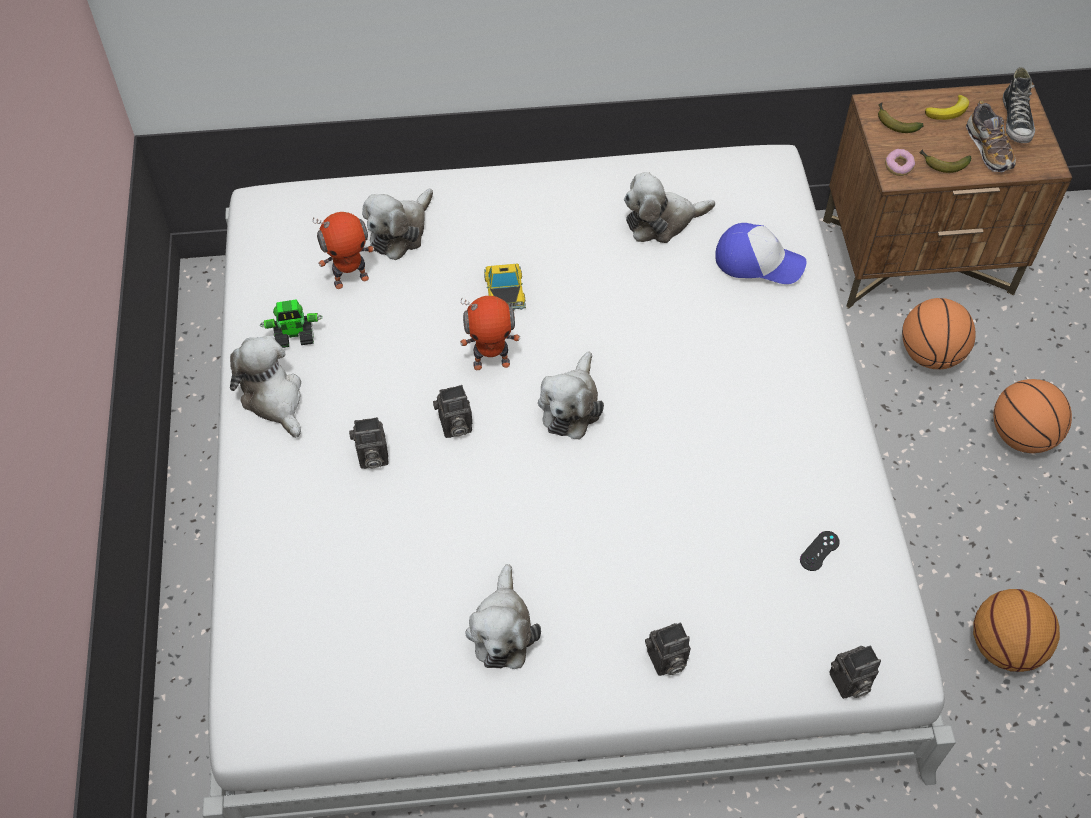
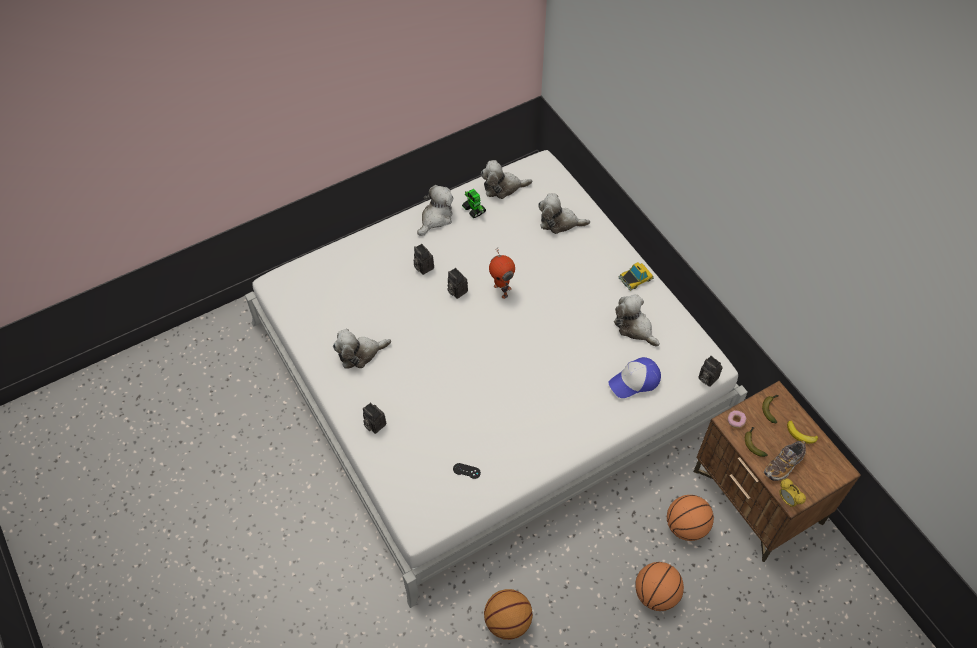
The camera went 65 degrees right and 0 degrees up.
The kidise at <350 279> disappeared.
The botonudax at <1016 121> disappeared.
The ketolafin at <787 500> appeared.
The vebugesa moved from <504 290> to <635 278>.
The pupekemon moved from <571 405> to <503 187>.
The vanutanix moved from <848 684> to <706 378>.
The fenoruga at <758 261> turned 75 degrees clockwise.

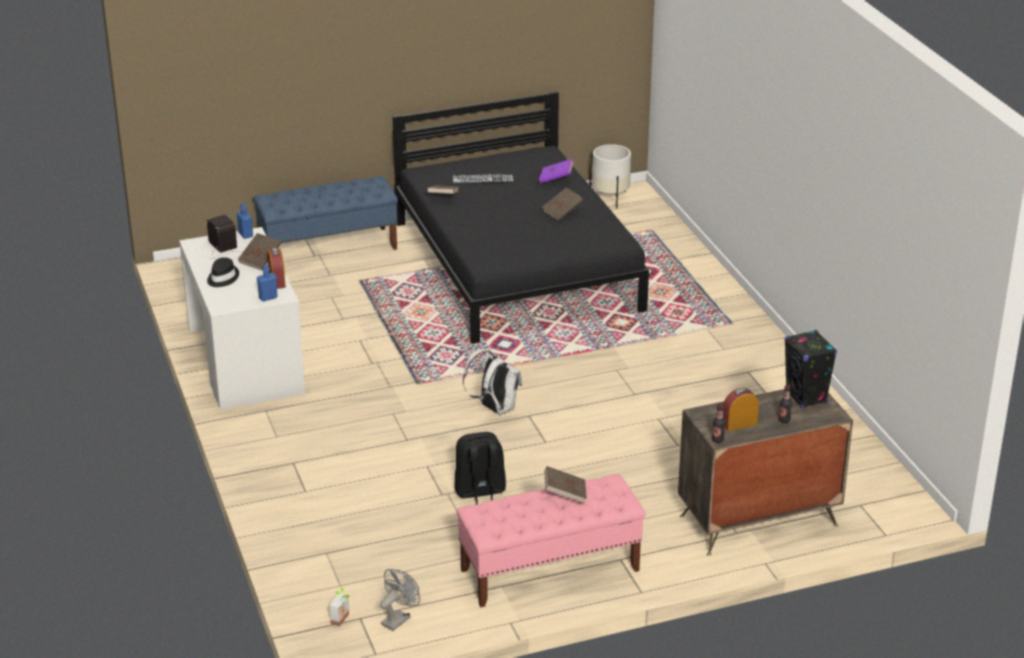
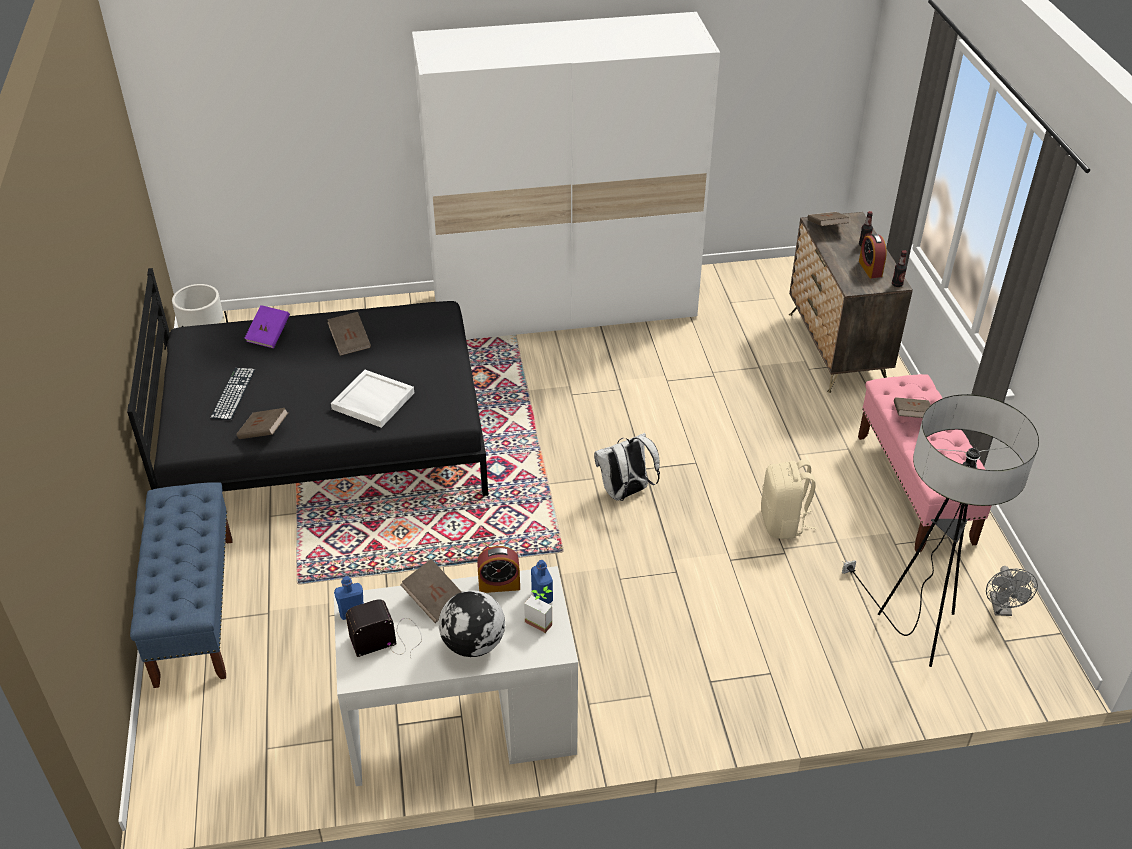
The camera went 80 degrees left and 10 degrees up.
The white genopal at <372 401> appeared.
The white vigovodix at <564 306> appeared.
The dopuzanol at <915 632> appeared.
The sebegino moved from <343 620> to <541 620>.
The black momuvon at <222 278> was replaced by the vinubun at <473 644>.
The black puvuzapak at <806 397> was replaced by the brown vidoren at <826 227>.
The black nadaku at <480 492> became the beige nadaku at <783 523>.
The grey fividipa at <398 618> turned 135 degrees counterclockwise.

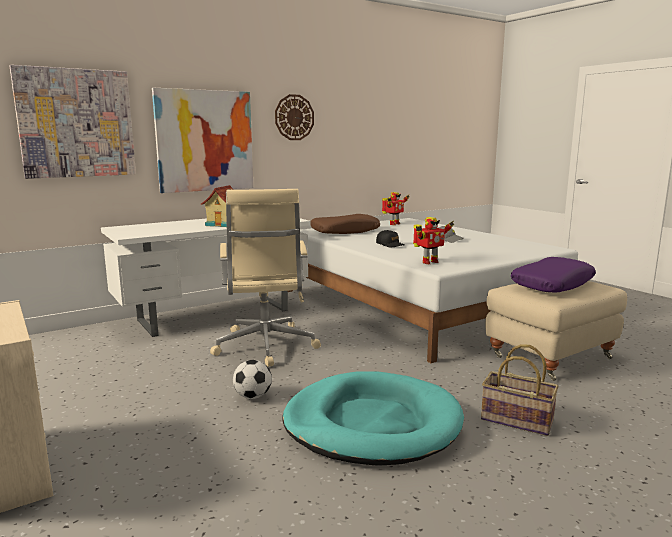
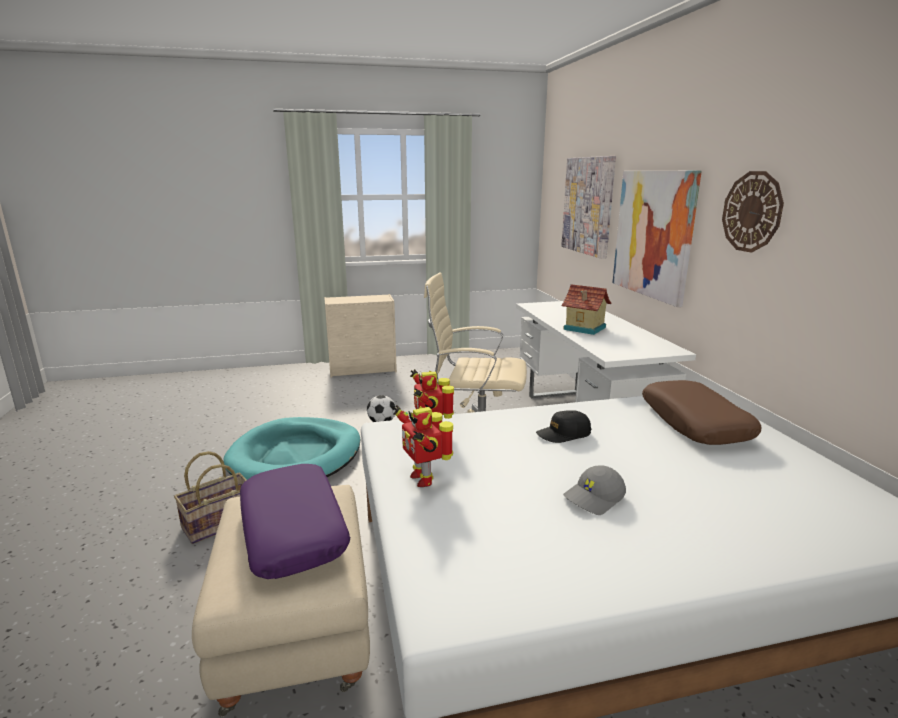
The camera went 110 degrees right and 5 degrees up.
The kidise moved from <393 224> to <423 478>.

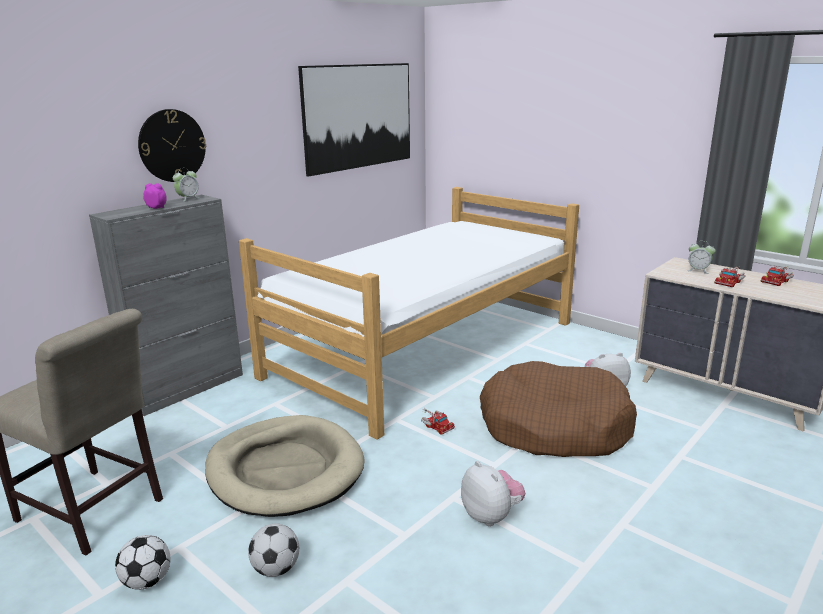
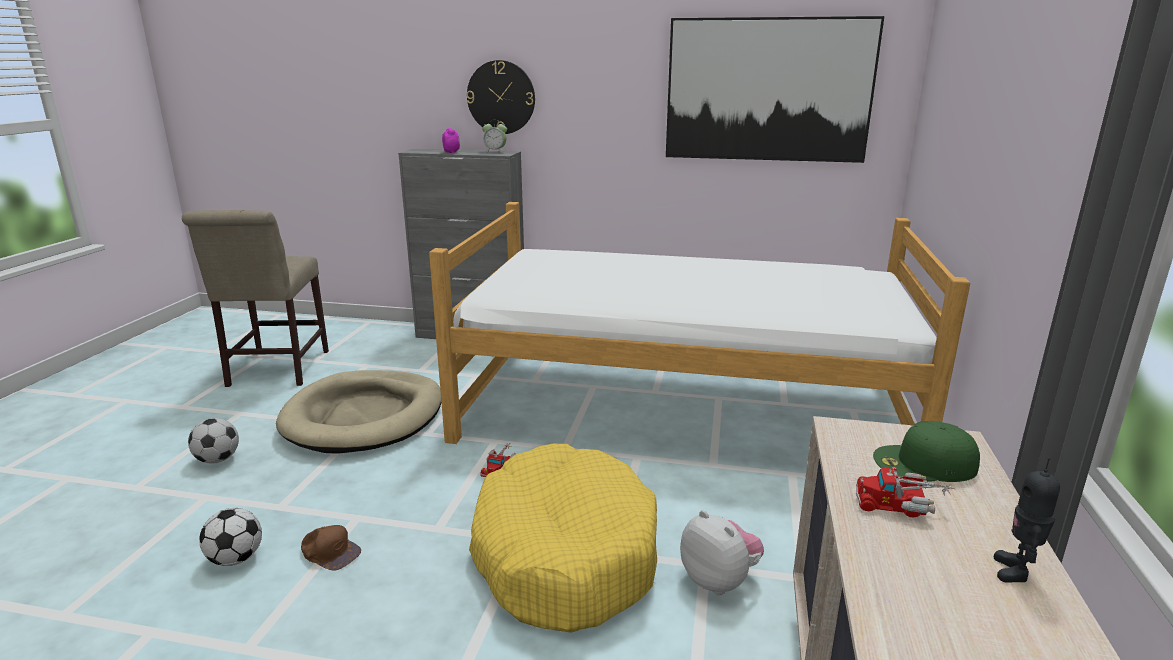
The camera went 60 degrees right and 0 degrees up.
The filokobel moved from <147 581> to <236 559>.
The pupekemon at <491 516> was replaced by the brown fenoruga at <330 552>.
The ketolafin at <698 270> was replaced by the green fenoruga at <924 464>.
The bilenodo at <776 280> was replaced by the kidise at <1016 571>.
The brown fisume at <554 426> became the yellow fisume at <564 554>.

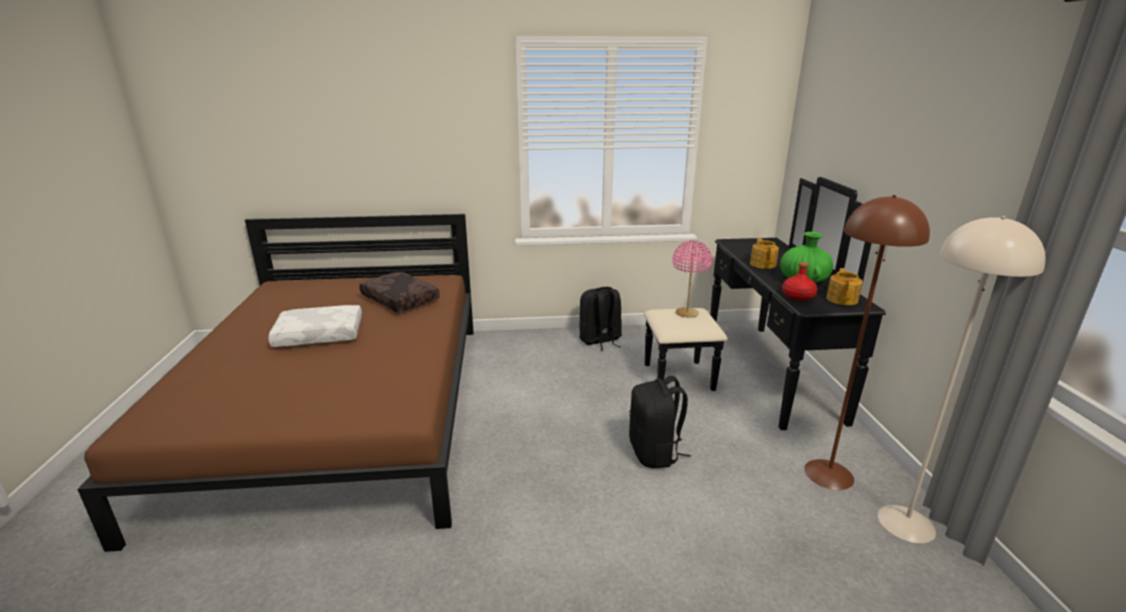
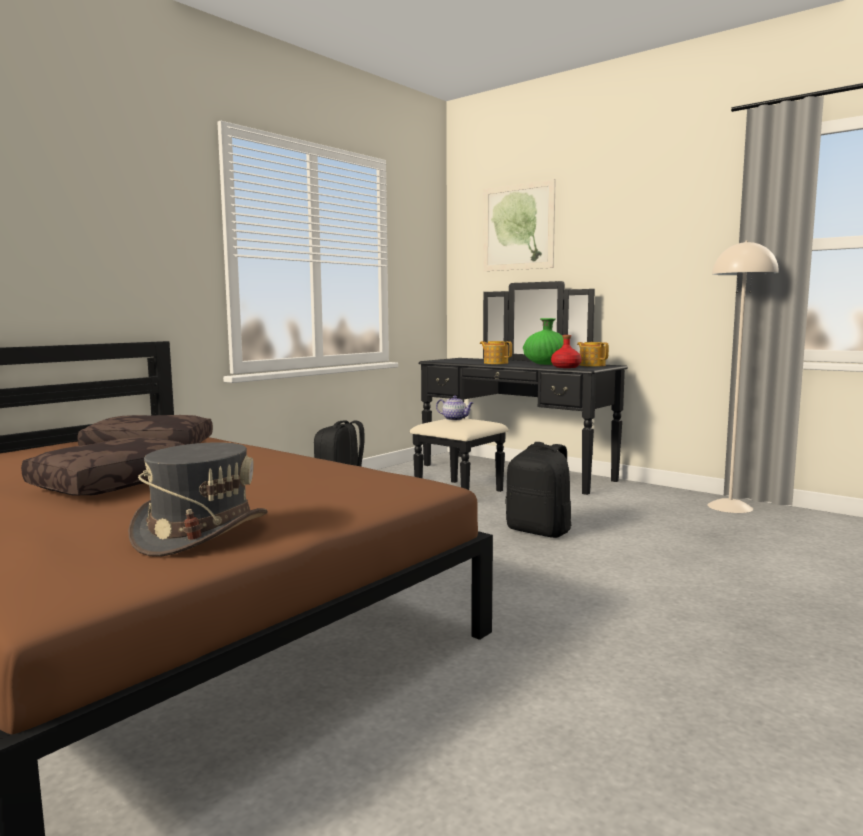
The camera went 45 degrees left and 15 degrees down.
The brown dopuzanol at <828 473> disappeared.
The grey momuvon at <201 533> appeared.
The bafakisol at <518 227> appeared.
The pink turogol at <687 313> was replaced by the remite at <455 419>.
The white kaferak at <320 334> became the brown kaferak at <115 482>.

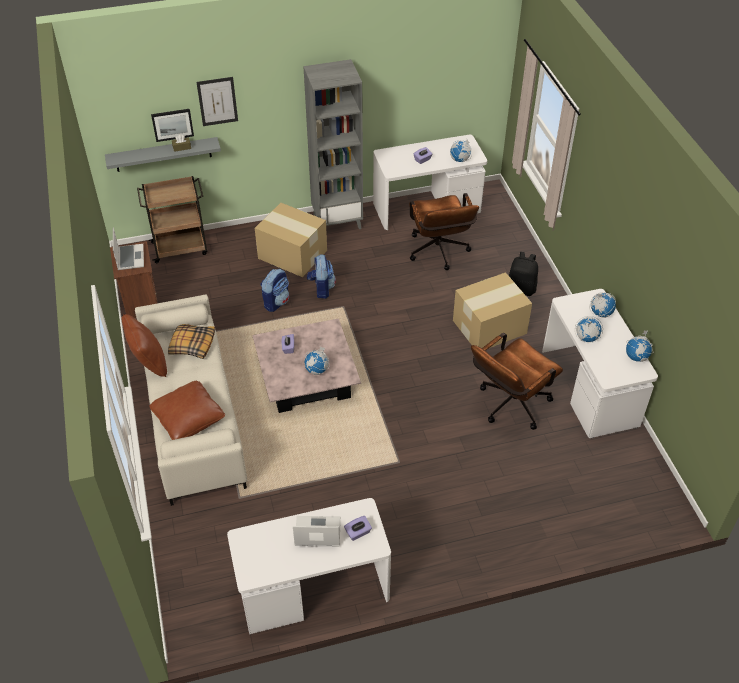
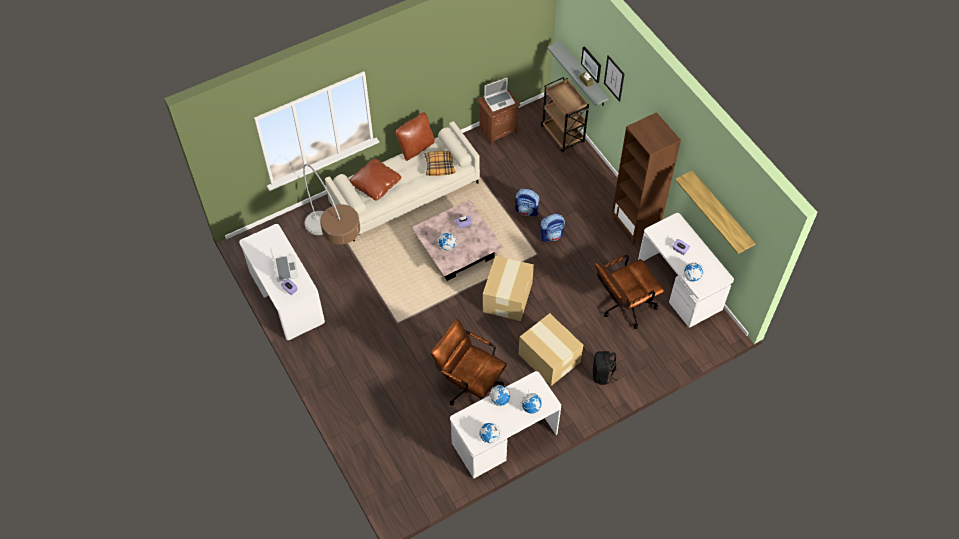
The camera went 75 degrees right and 10 degrees up.
The dopuzanol at <336 251> appeared.
The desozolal at <721 212> appeared.
The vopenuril moved from <292 254> to <508 296>.
The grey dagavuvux at <337 221> became the brown dagavuvux at <635 226>.

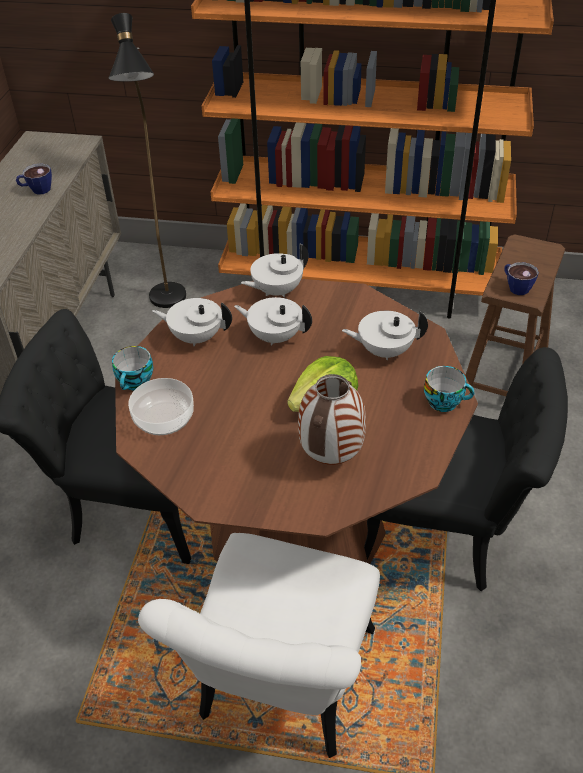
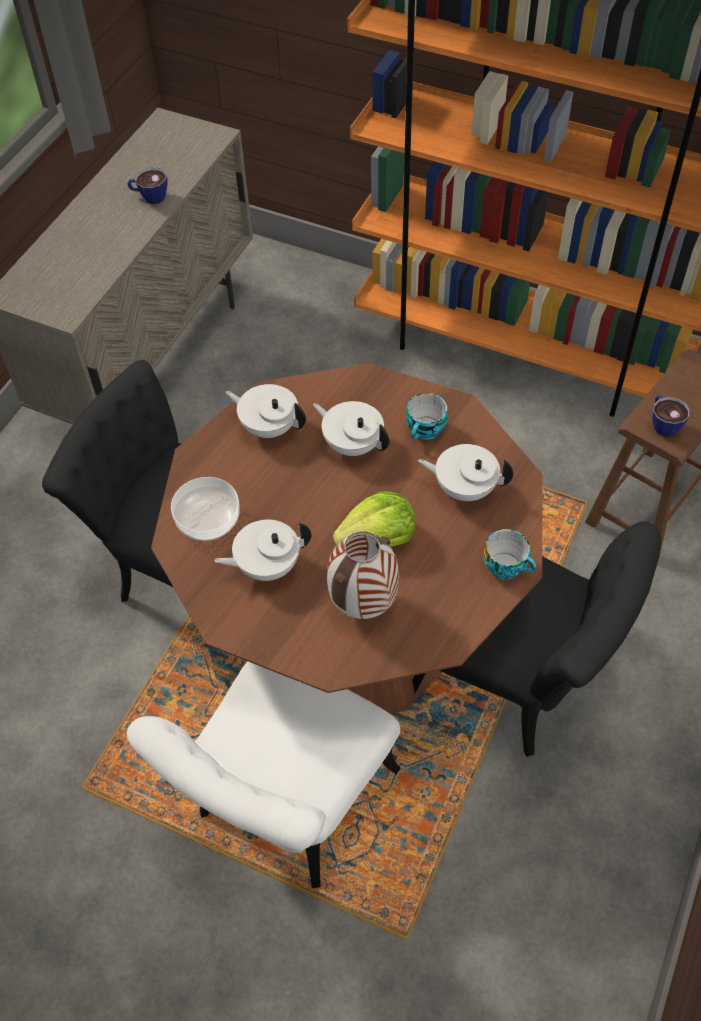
The camera went 15 degrees right and 10 degrees up.
The black dopuzanol at <169 305> disappeared.
The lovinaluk moved from <136 382> to <426 431>.
The white remite moved from <276 291> to <267 566>.

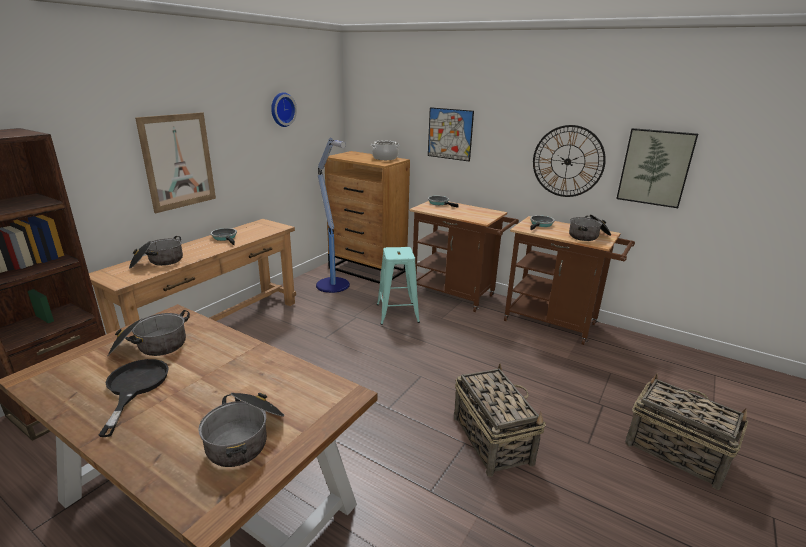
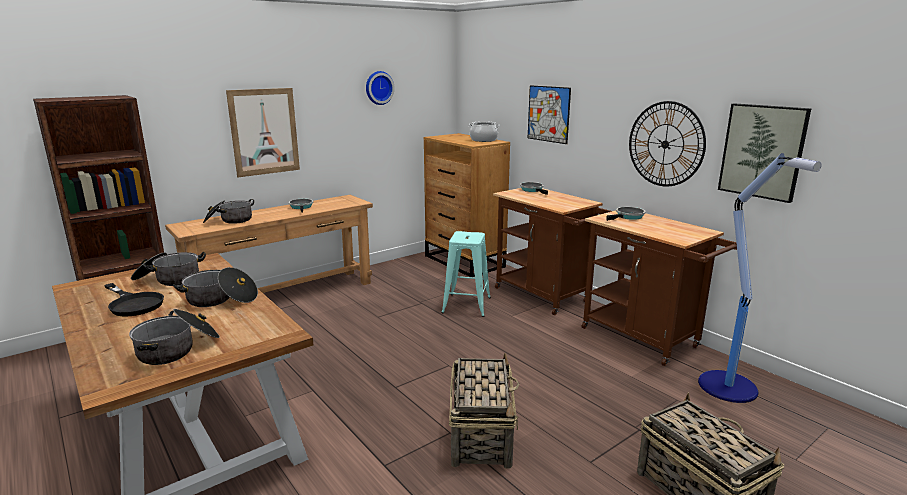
The camera went 20 degrees right and 5 degrees down.
The dopuzanol moved from <333 285> to <729 388>.
The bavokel moved from <588 236> to <220 299>.
The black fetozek at <134 387> turned 120 degrees clockwise.

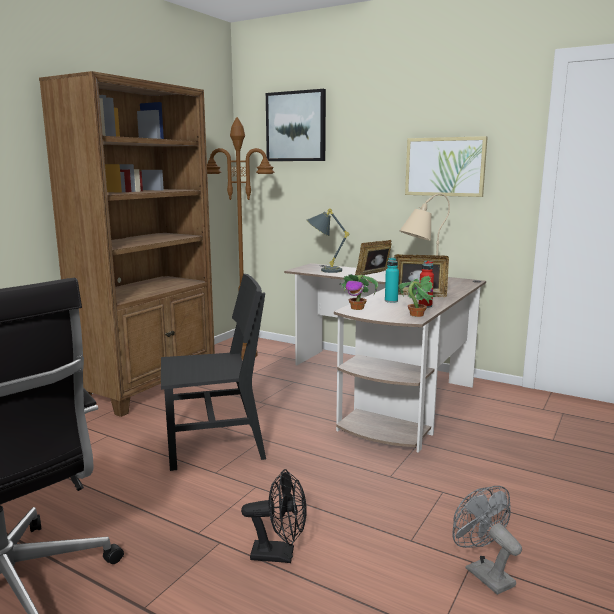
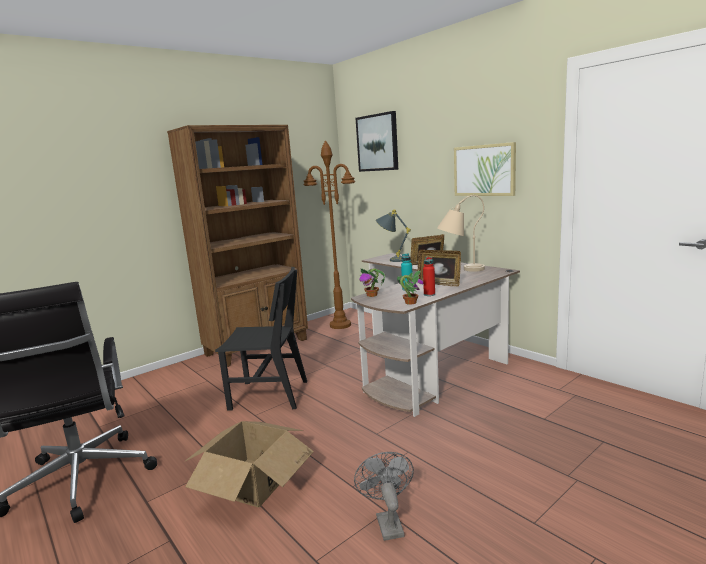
The camera went 20 degrees right and 0 degrees up.
The black fividipa at <279 554> was replaced by the vopenuril at <252 481>.

